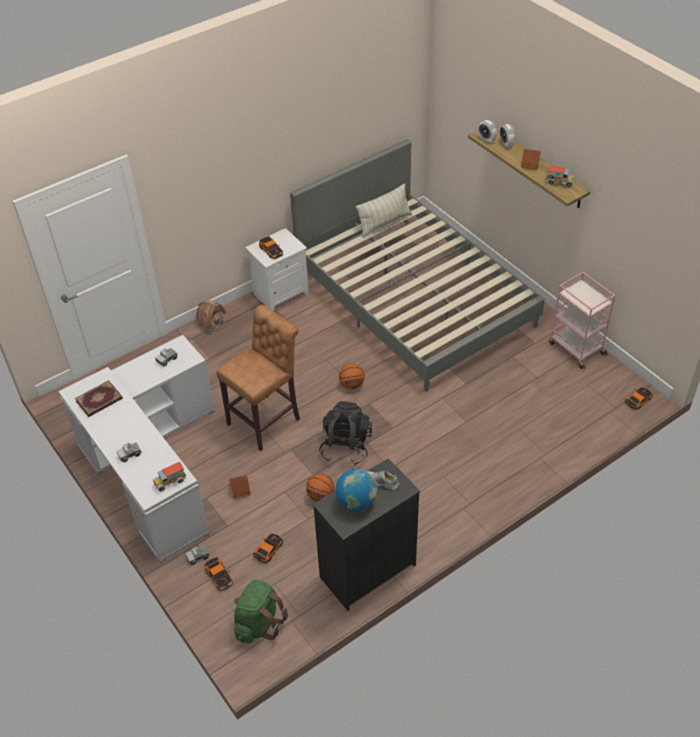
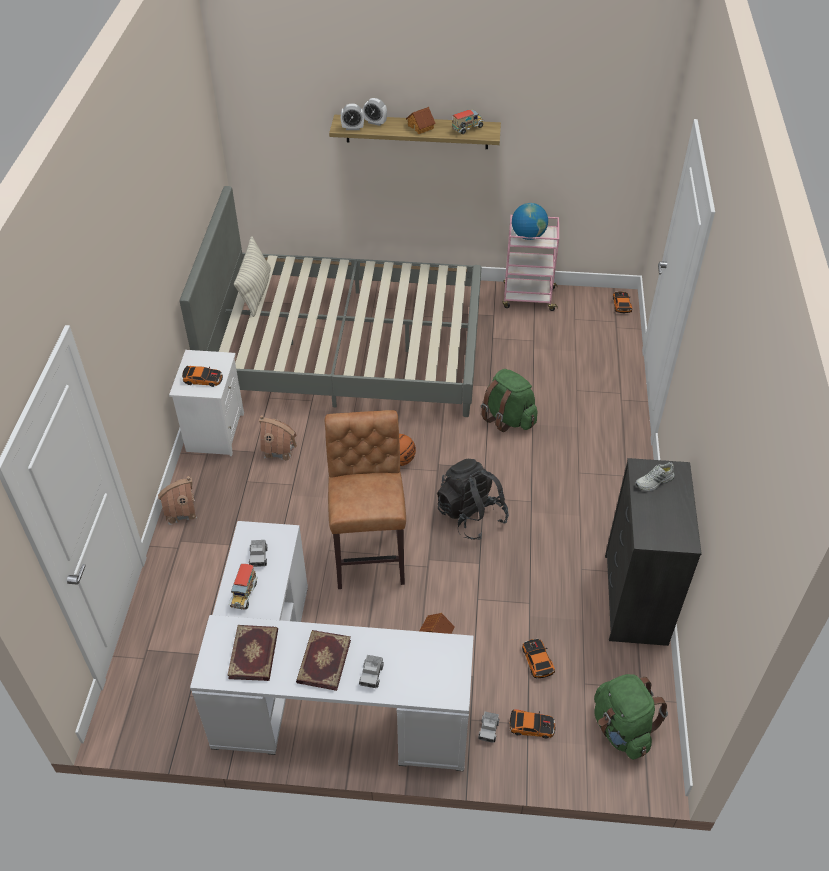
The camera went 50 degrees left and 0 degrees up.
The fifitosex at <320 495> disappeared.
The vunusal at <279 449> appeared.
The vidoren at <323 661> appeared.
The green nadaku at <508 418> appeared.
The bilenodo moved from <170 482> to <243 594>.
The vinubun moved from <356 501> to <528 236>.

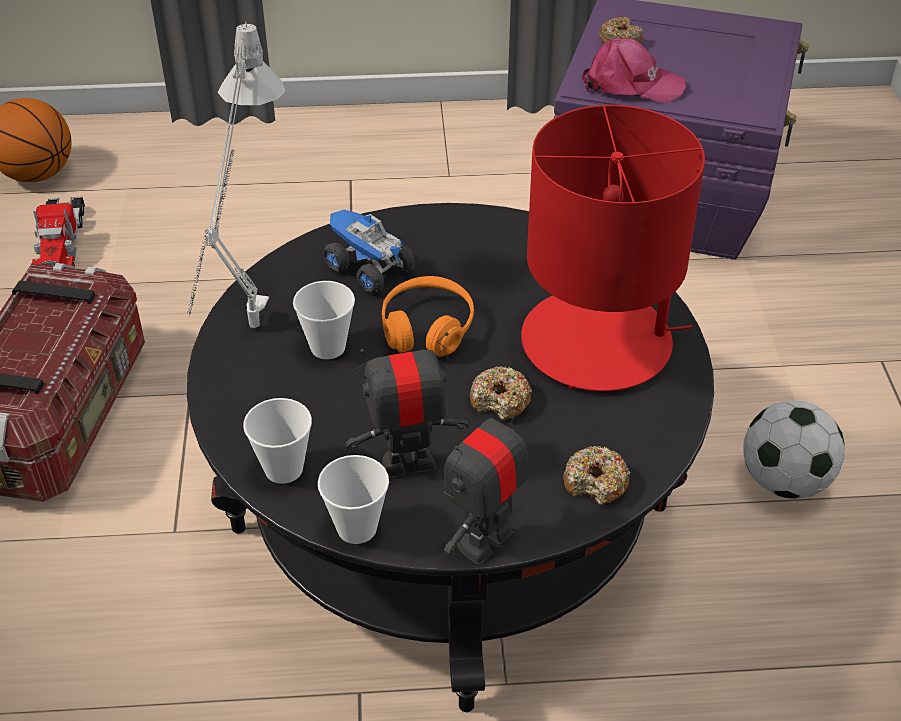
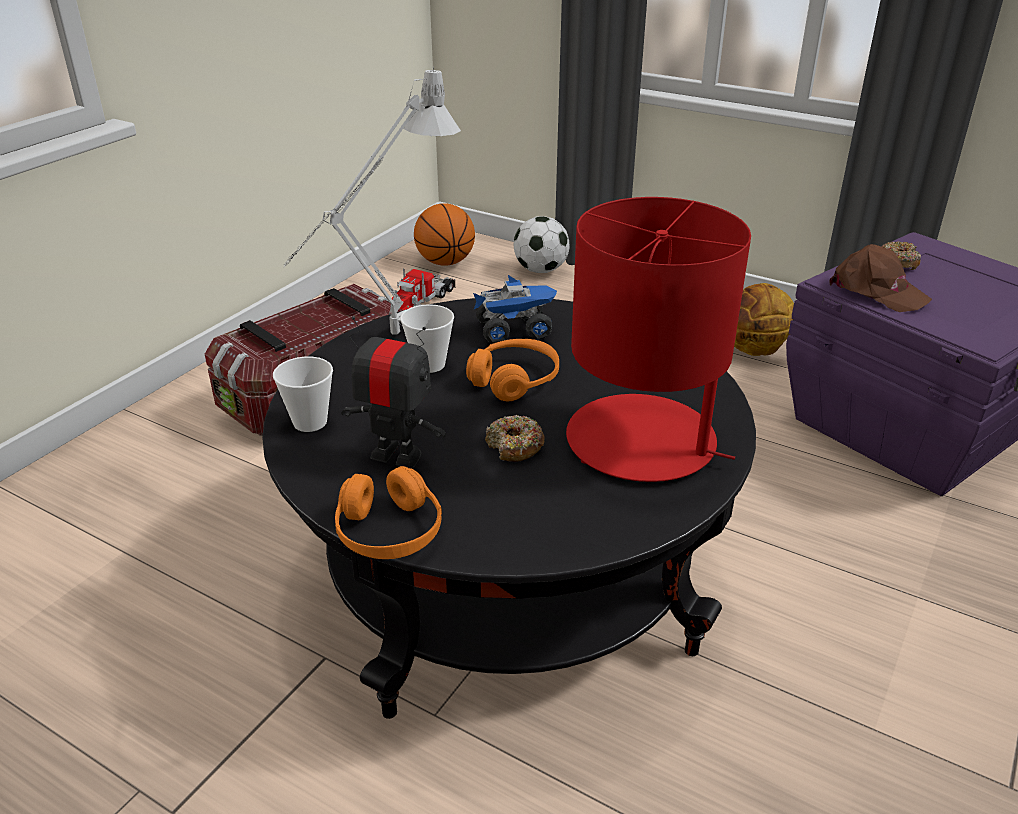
The camera went 35 degrees right and 10 degrees down.
The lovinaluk at <357 528> disappeared.
The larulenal at <596 483> disappeared.
The fifitosex at <753 350> appeared.
The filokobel moved from <784 481> to <541 270>.
The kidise at <484 540> was replaced by the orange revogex at <389 531>.
The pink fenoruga at <631 84> became the brown fenoruga at <877 291>.
The bilenodo at <367 269> turned 90 degrees clockwise.

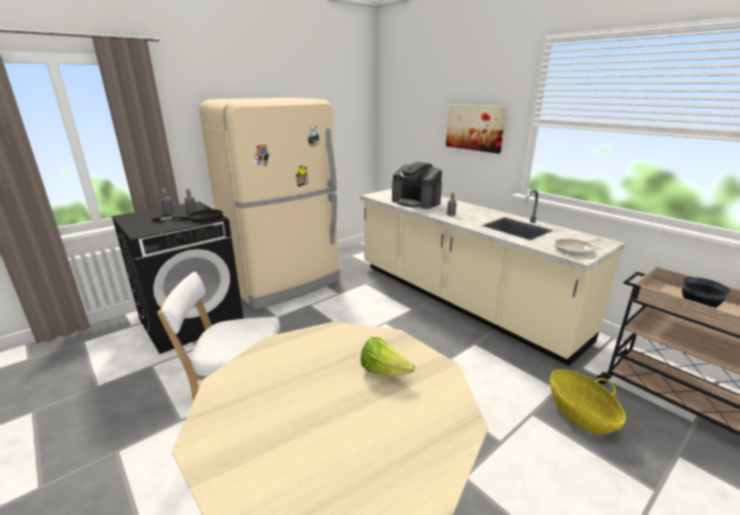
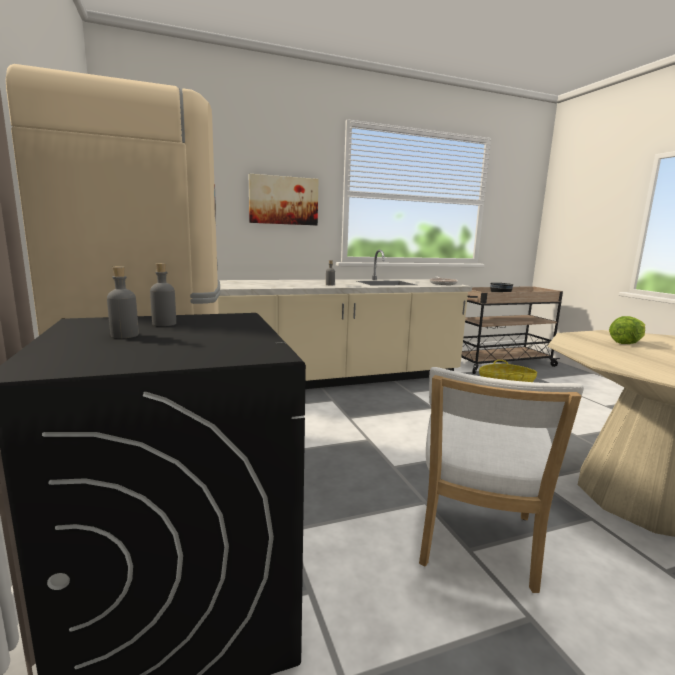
The camera went 70 degrees left and 10 degrees down.
The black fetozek at <198 218> disappeared.
The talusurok at <416 202> disappeared.

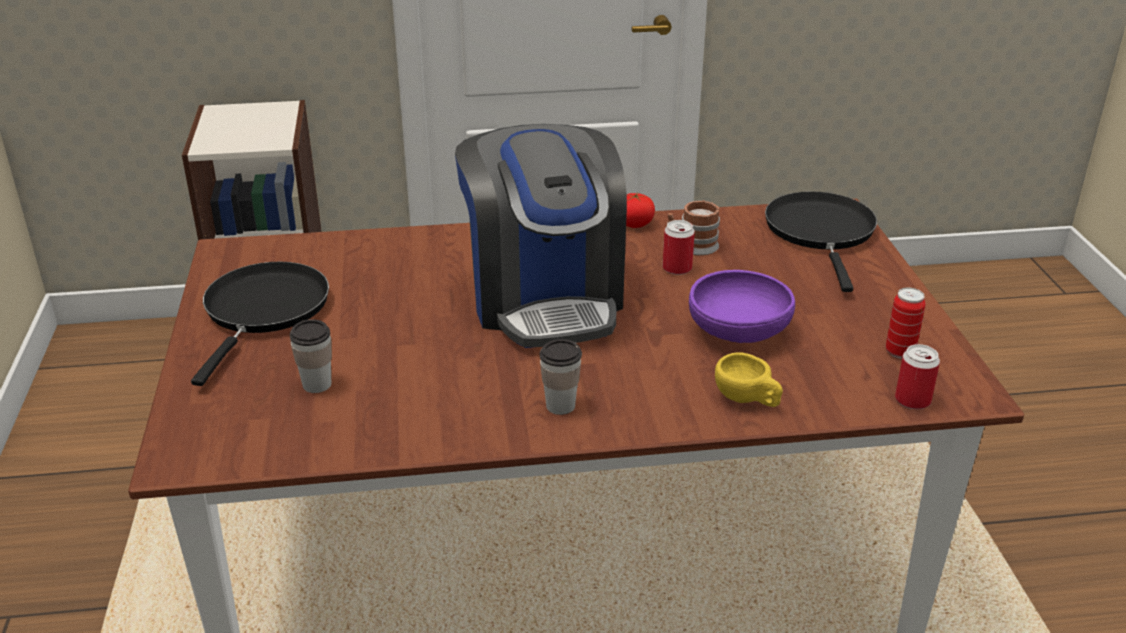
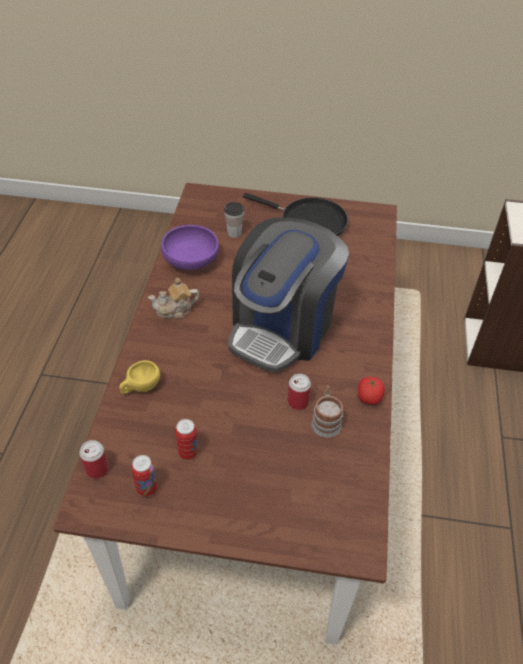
The camera went 105 degrees right and 15 degrees up.
The black fetozek at <821 232> disappeared.
The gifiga at <188 452> appeared.
The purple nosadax moved from <738 331> to <190 260>.
The lovinaluk at <560 405> was replaced by the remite at <175 310>.
The talusurok at <545 298> turned 60 degrees counterclockwise.

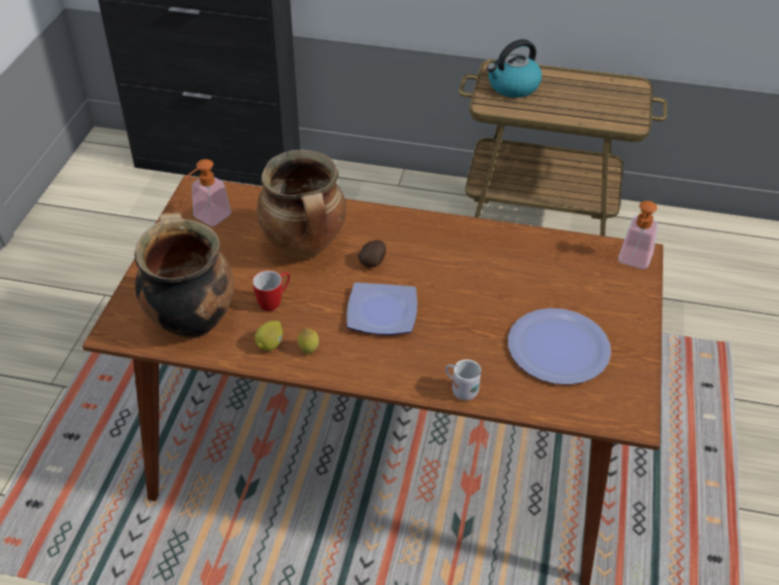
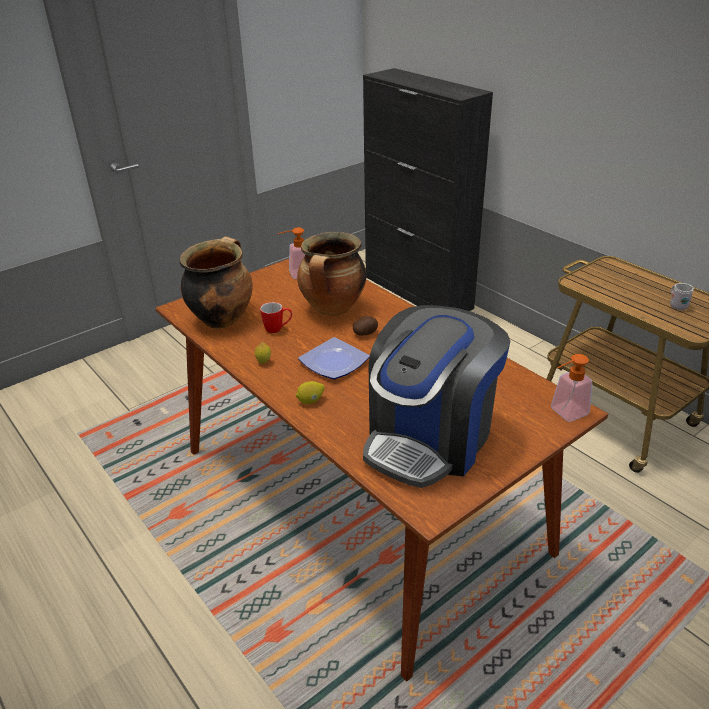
The camera went 40 degrees right and 10 degrees down.
The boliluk at <512 87> disappeared.
The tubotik moved from <270 344> to <310 401>.
The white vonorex moved from <461 390> to <676 305>.
The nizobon at <558 347> was replaced by the talusurok at <430 438>.

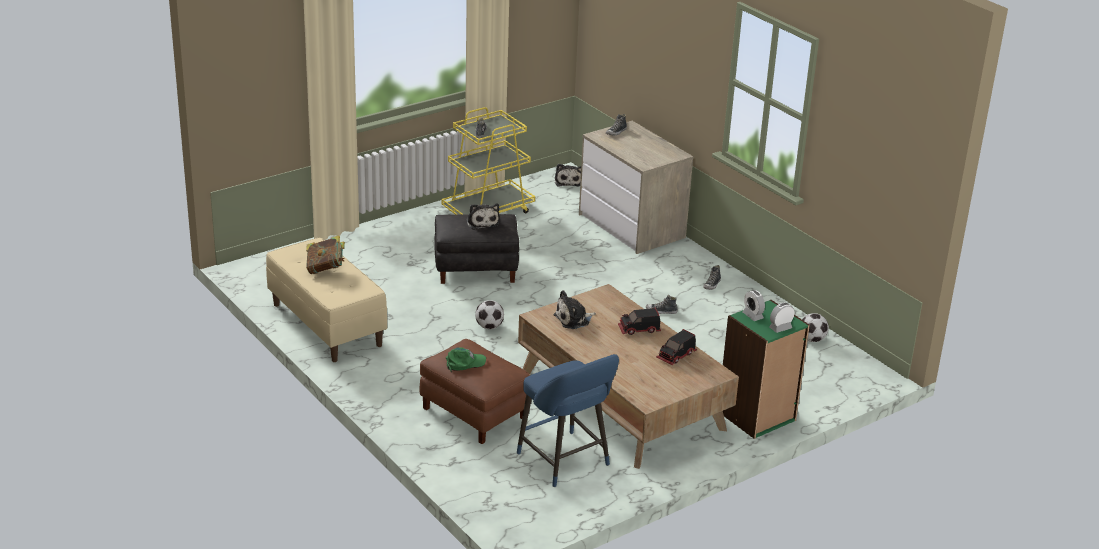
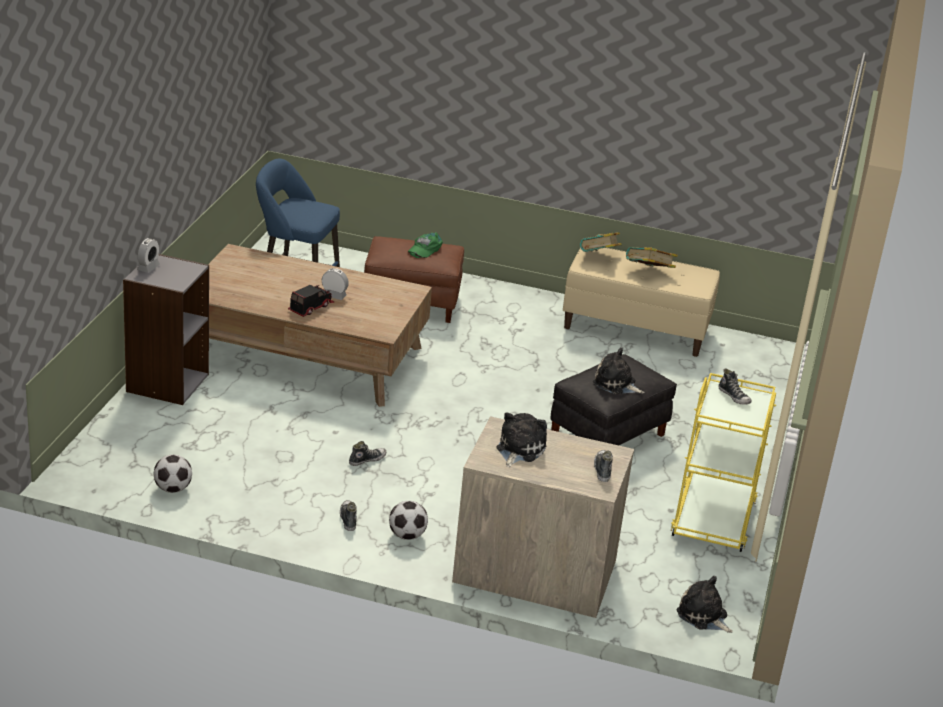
The camera went 140 degrees right and 0 degrees up.
The bilenodo at <676 356> disappeared.
The vidoren at <598 257> appeared.
The filokobel moved from <489 327> to <407 535>.
The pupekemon moved from <574 319> to <519 449>.
The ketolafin moved from <752 315> to <334 295>.
The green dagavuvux at <757 416> became the grey dagavuvux at <166 382>.

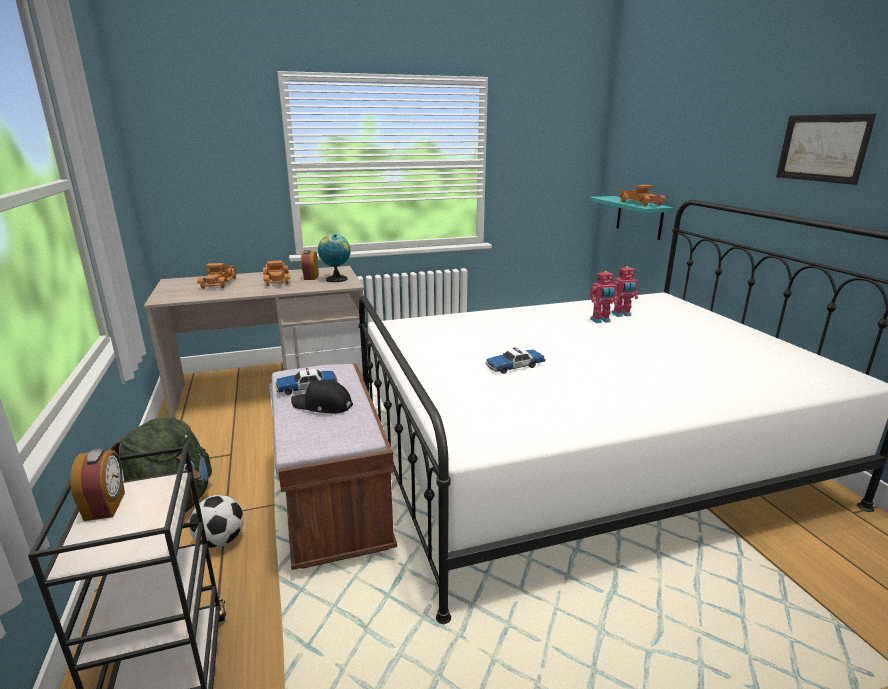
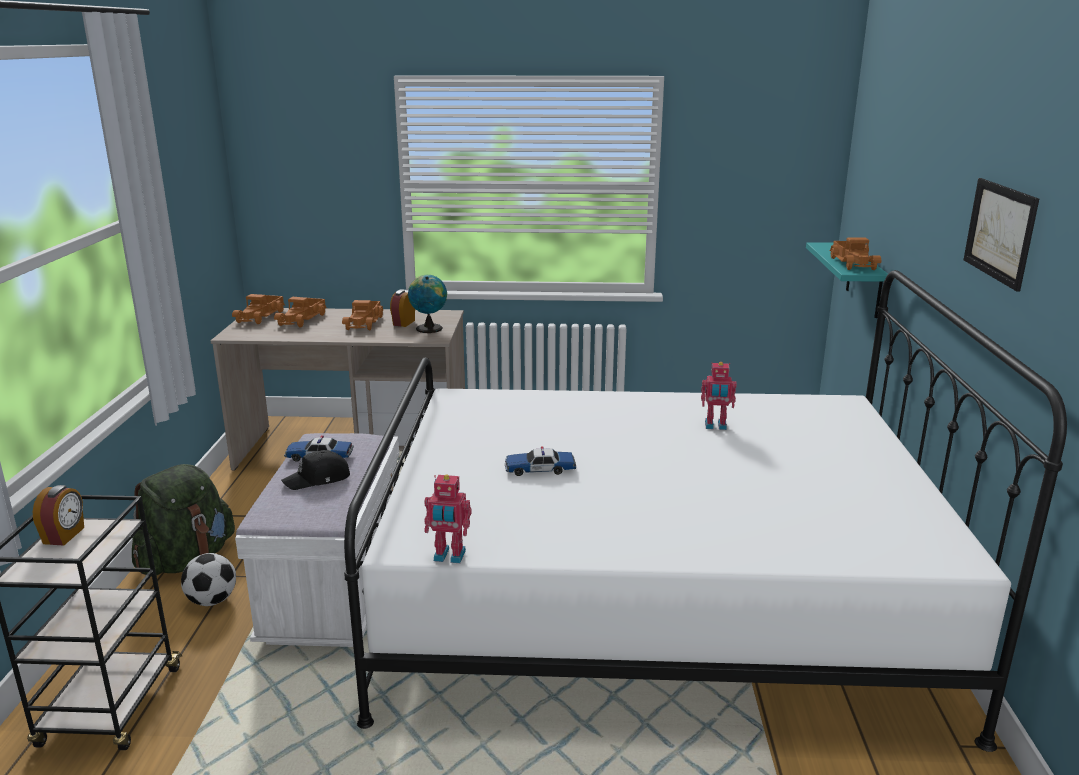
The camera went 20 degrees right and 0 degrees up.
The bilenodo at <261 316> appeared.
The kidise moved from <621 314> to <449 557>.
The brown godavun at <334 503> became the white godavun at <337 589>.
The black fenoruga at <322 406> turned 60 degrees counterclockwise.

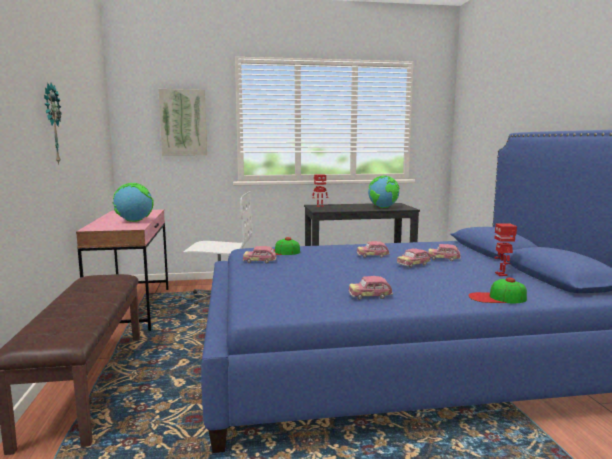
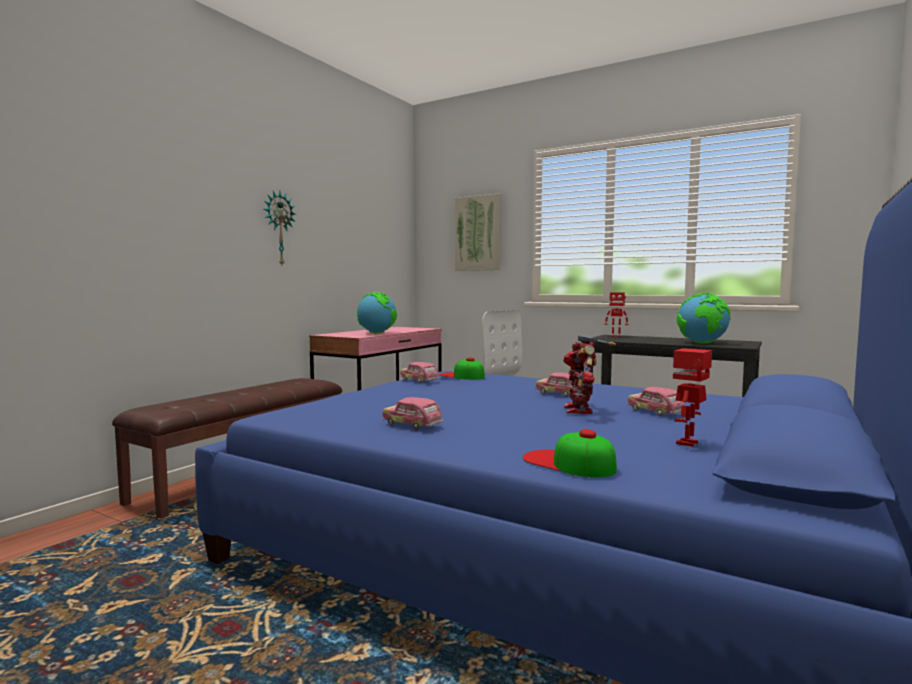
The camera went 40 degrees right and 5 degrees down.
The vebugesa at <413 265> was replaced by the kidise at <581 410>.

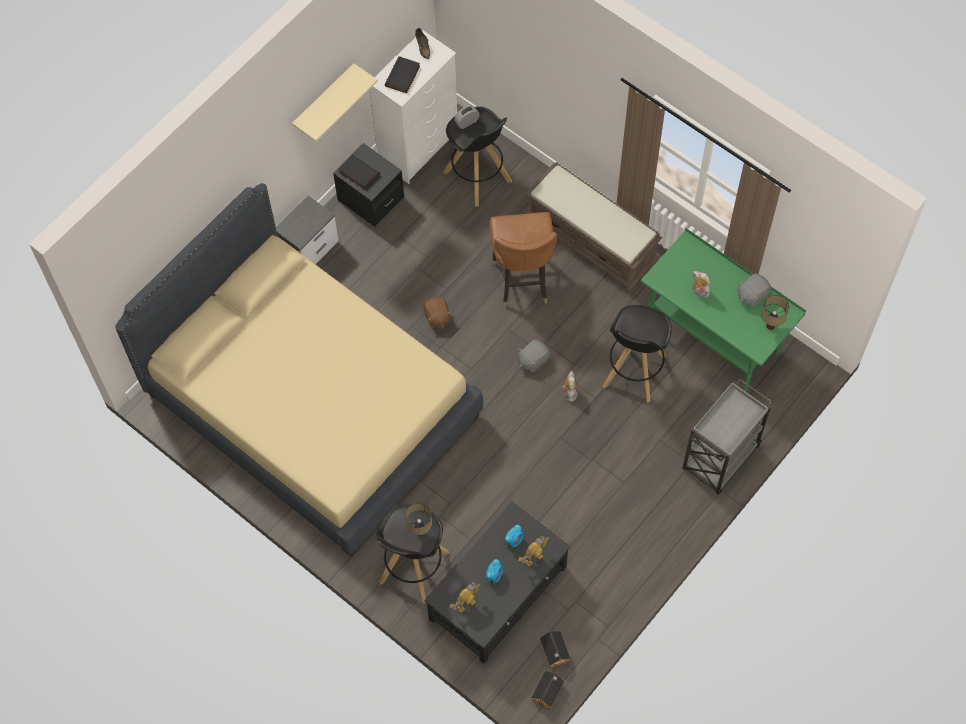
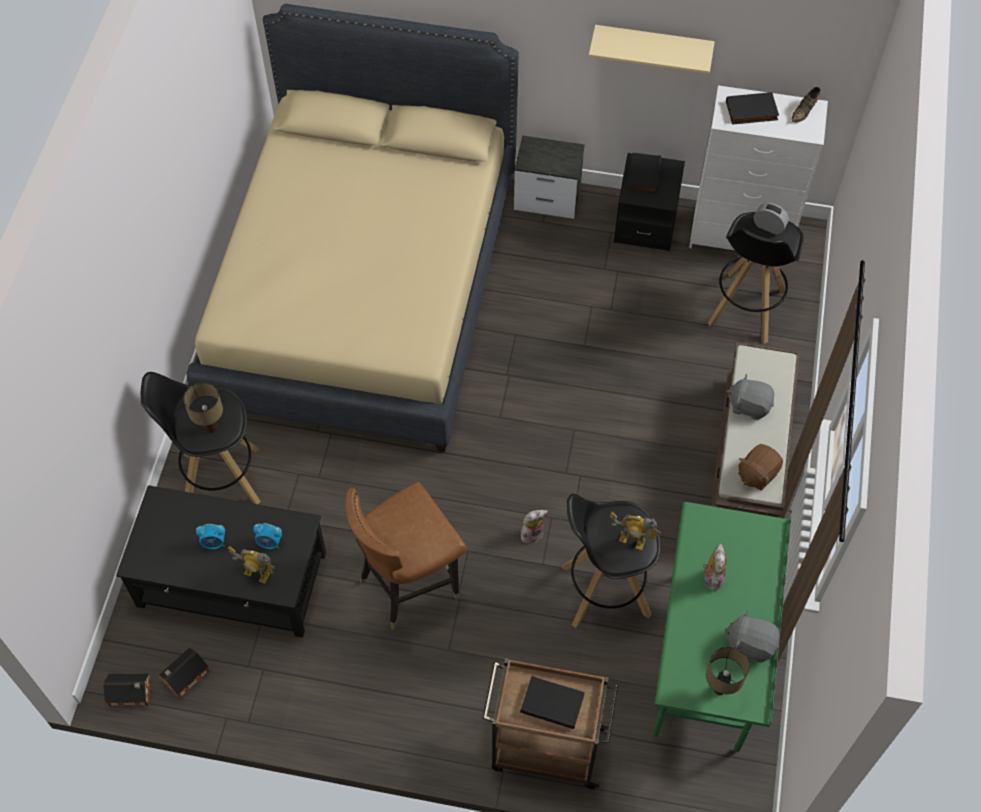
The camera went 60 degrees right and 5 degrees down.
The black vidoren at <553 702> appeared.
The brown pupekemon moved from <437 317> to <757 474>.
The kidise moved from <465 604> to <632 541>.
The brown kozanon moved from <521 280> to <409 584>.
The grey pupekemon moved from <533 360> to <749 405>.
The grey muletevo at <719 459> became the brown muletevo at <545 748>.

